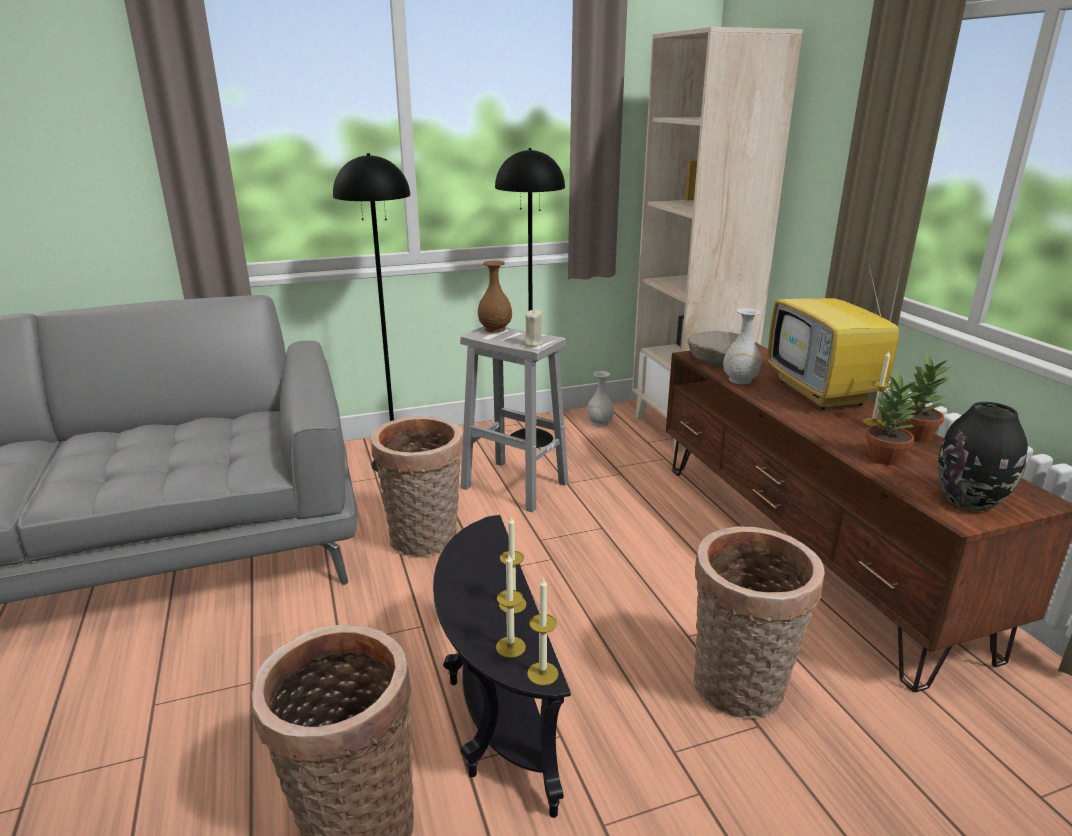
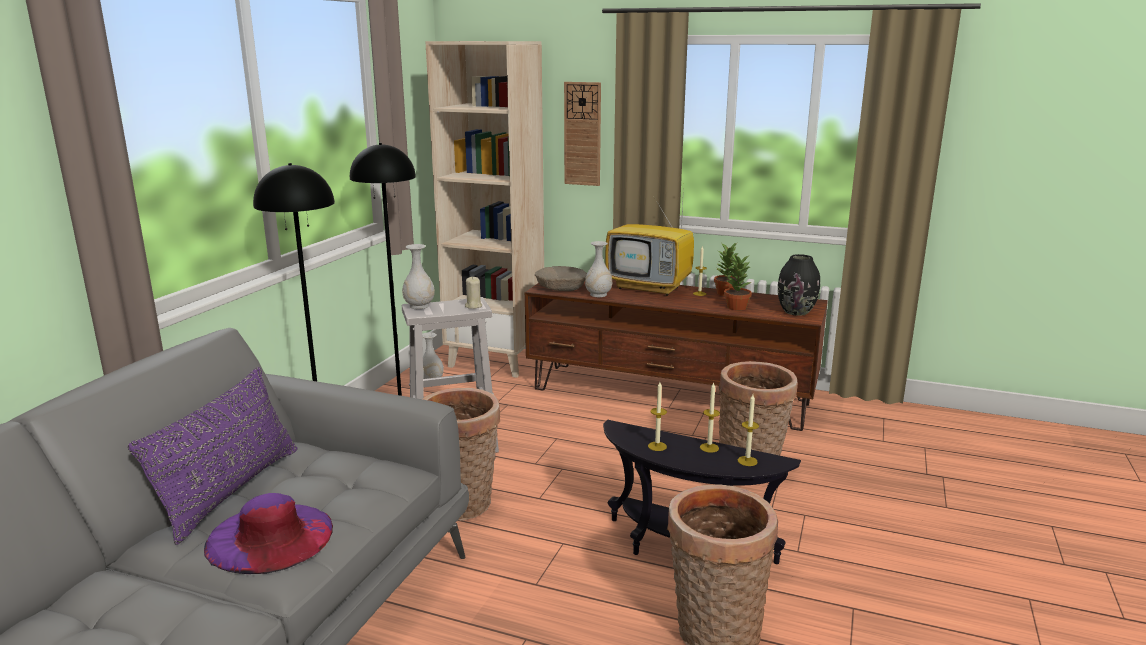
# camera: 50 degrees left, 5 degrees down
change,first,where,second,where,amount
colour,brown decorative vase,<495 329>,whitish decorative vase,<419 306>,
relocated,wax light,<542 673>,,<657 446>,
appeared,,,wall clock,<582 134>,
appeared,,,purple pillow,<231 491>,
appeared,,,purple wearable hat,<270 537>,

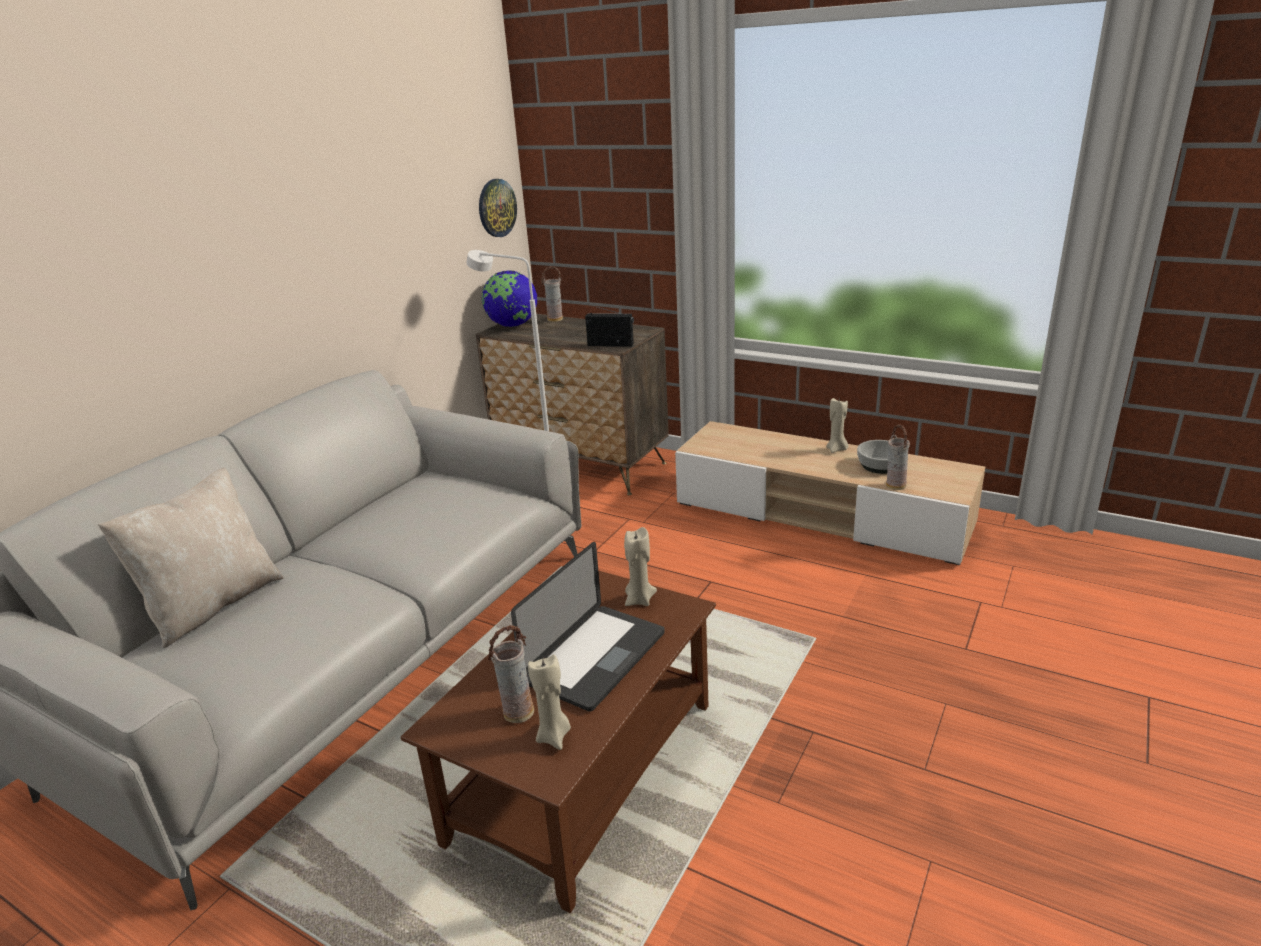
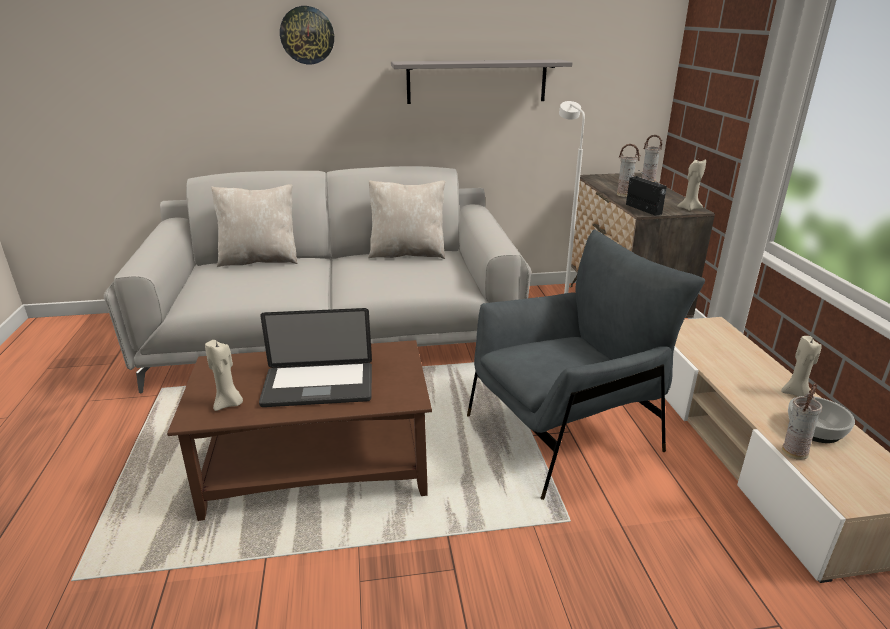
# camera: 50 degrees right, 0 degrees up
change,first,where,second,where,amount
relocated,wall clock,<496 208>,,<307 35>,
missing,world globe,<512 325>,,,
relocated,beige wax light,<639 600>,,<689 208>,
relocated,decorative vase,<517 712>,,<624 195>,
appeared,,,grey bracket shelf,<477 81>,
appeared,,,beige pillow,<407 253>,
appeared,,,grey easy chair,<564 432>,

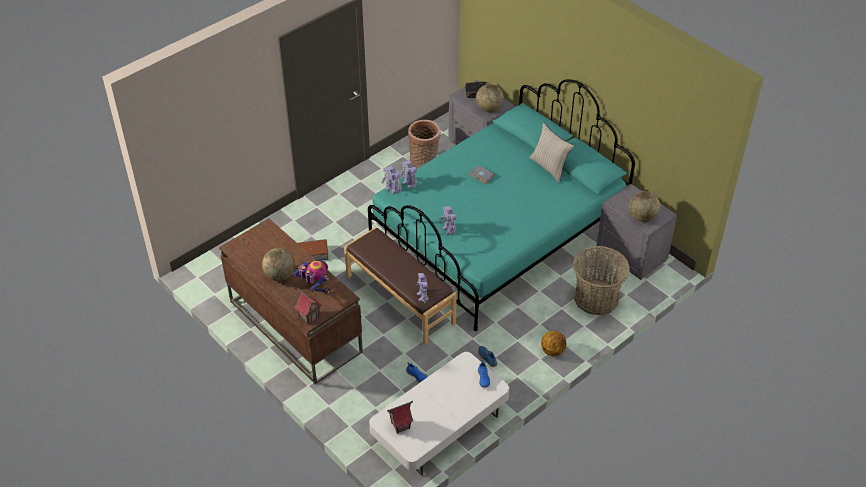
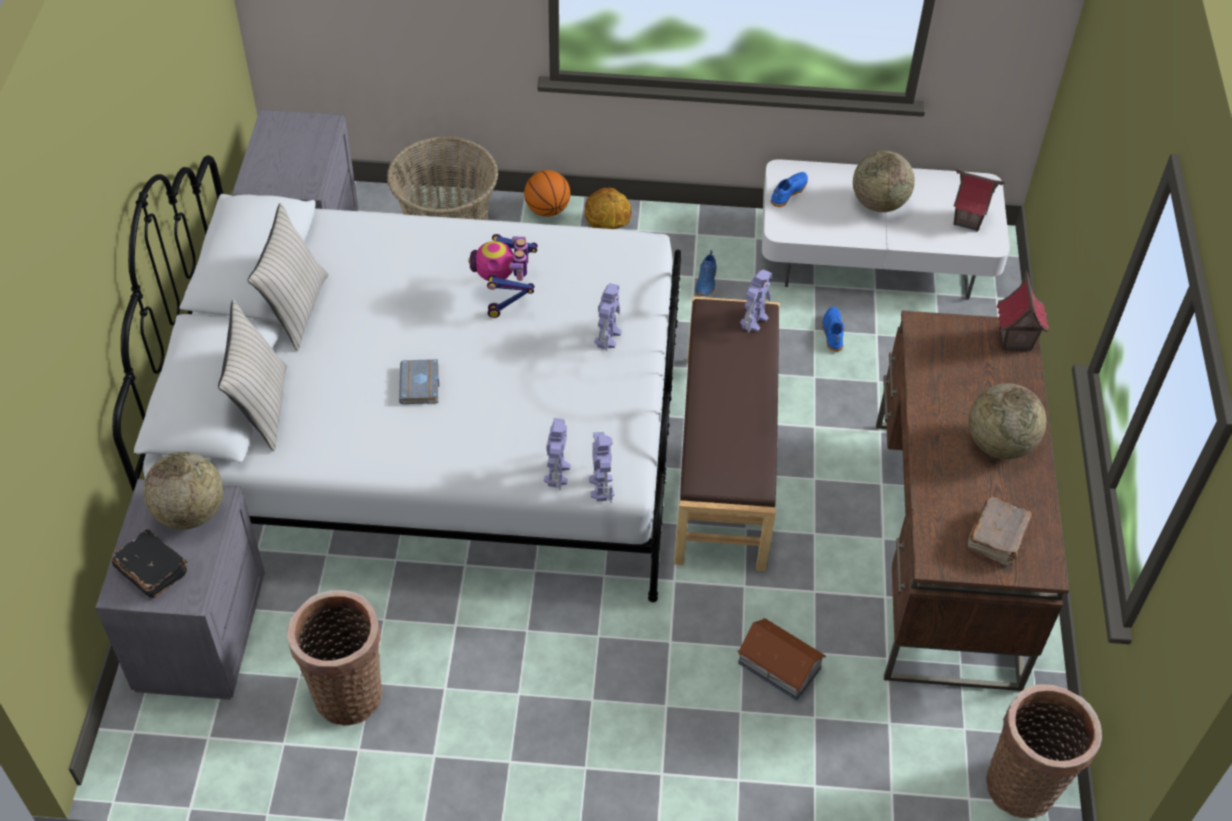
# camera: 135 degrees left, 5 degrees up
change,first,where,second,where,amount
colour,blue-green bedroom bed,<498 235>,whitish bedroom bed,<434 437>,
relocated,world globe,<642 217>,,<879 203>,
relocated,robot figure,<314 287>,,<505 294>,
appeared,,,basketball,<547 210>,
appeared,,,beige pillow,<261 408>,
appeared,,,brown volume,<998 537>,
appeared,,,storage basket,<1025 783>,

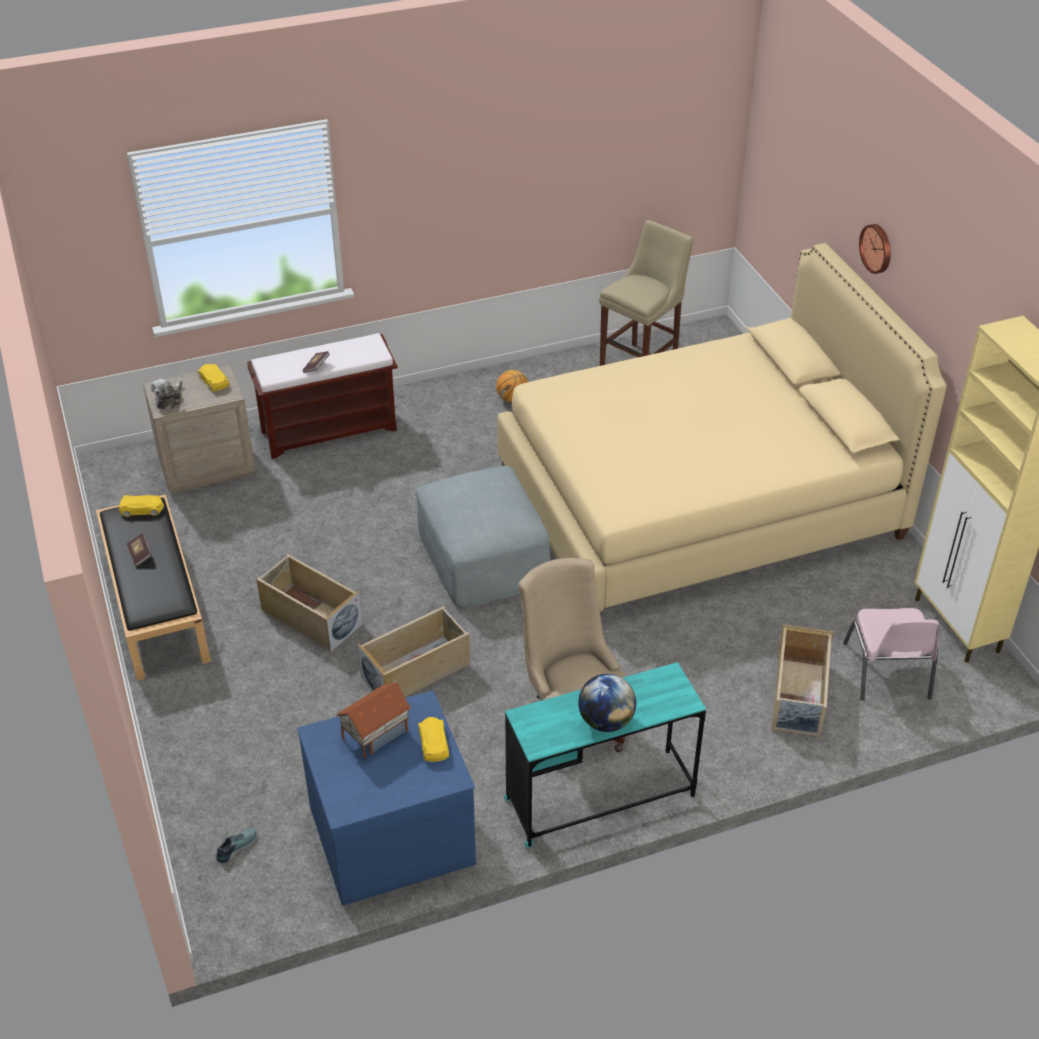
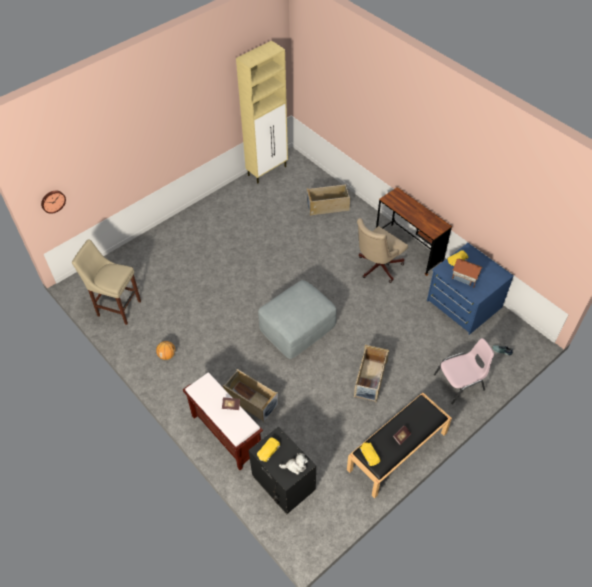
# camera: 110 degrees left, 10 degrees up
change,first,where,second,where,amount
relocated,wall clock,<877 248>,,<52 201>,
missing,beige bedroom bed,<698 502>,,,
colour,beige bedside table,<207 466>,blackish bedside table,<282 484>,
relocated,beige storage box,<416 670>,,<250 400>,
relocated,pink-coloured plain chair,<887 672>,,<460 382>,
colour,blue-green desk table,<600 798>,brown desk table,<408 249>,
missing,world globe,<606 721>,,,

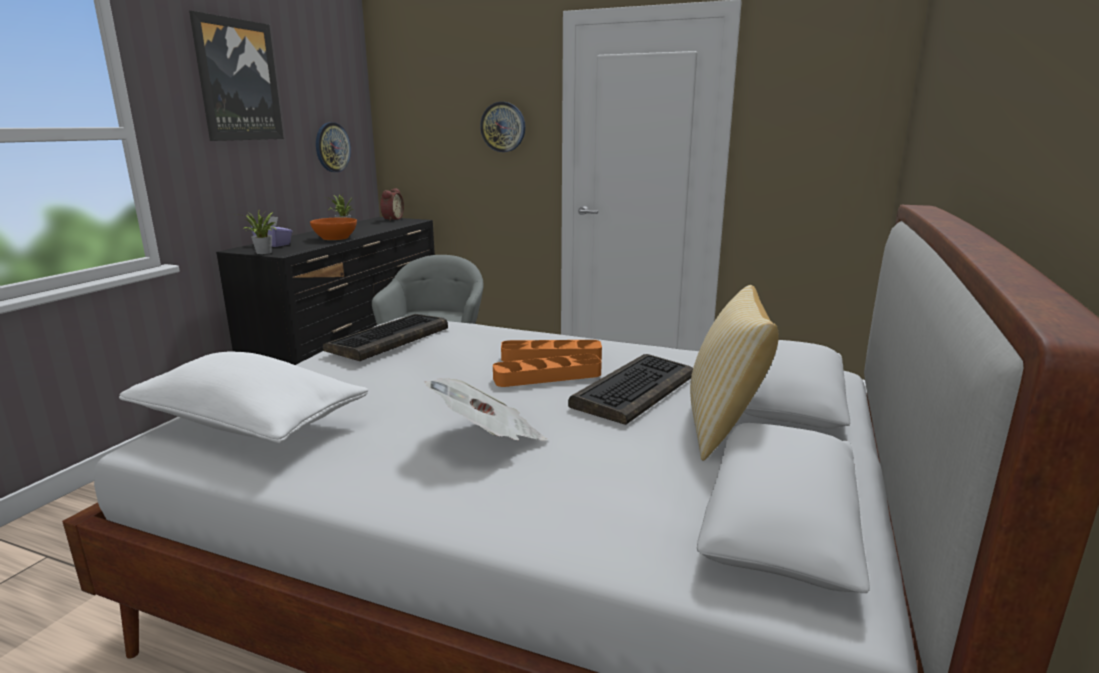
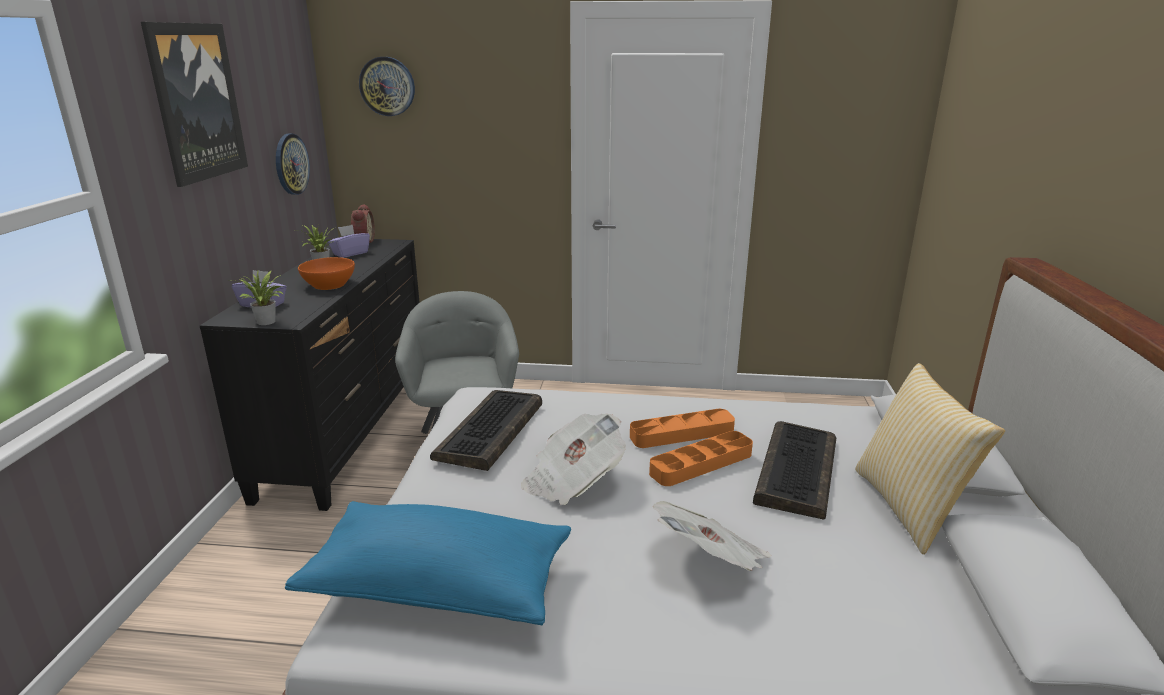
# camera: 15 degrees left, 5 degrees up
change,first,where,second,where,amount
relocated,wall clock,<503 127>,,<387 86>,
colour,whitish pillow,<249 423>,blue pillow,<439 586>,
appeared,,,purple box of tissues,<350 253>,
appeared,,,daily paper,<572 481>,

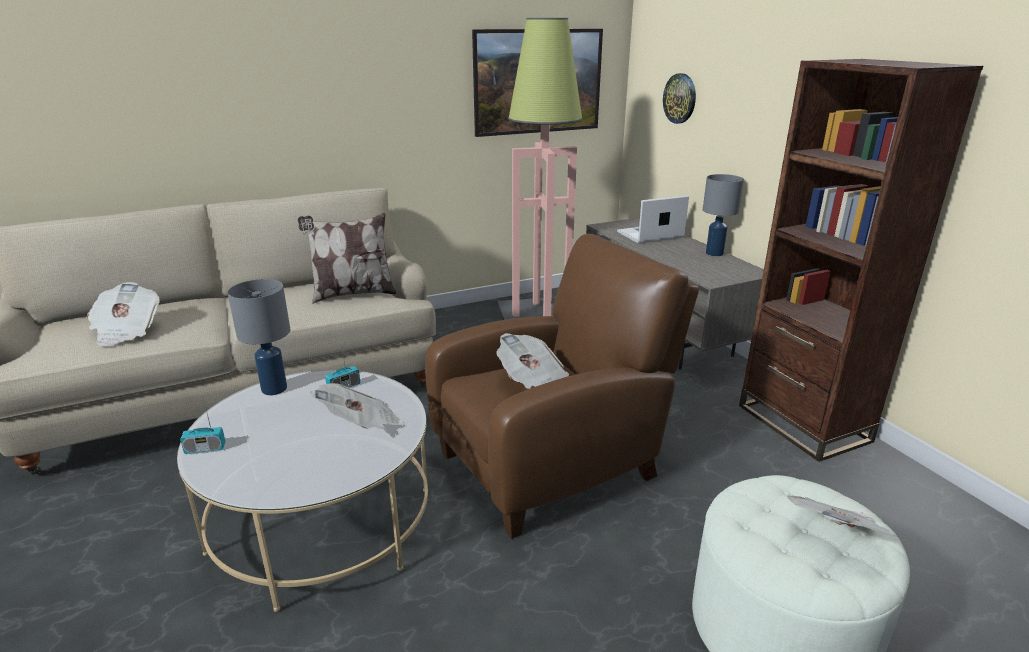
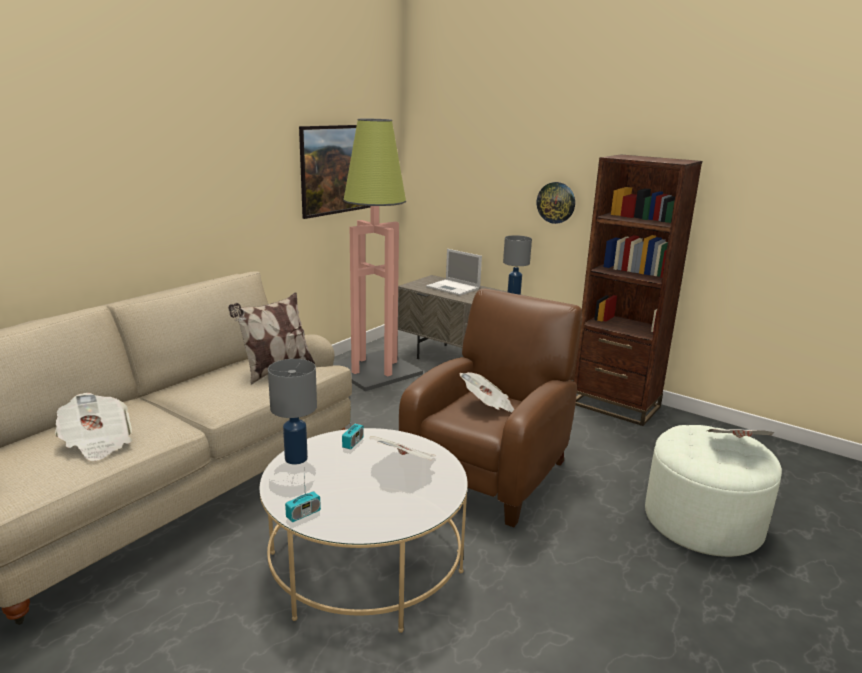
# camera: 30 degrees left, 5 degrees down
change,first,where,second,where,amount
relocated,wall clock,<680 98>,,<556 202>,
spun,notebook computer,<649 235>,,<454 288>,90 degrees counterclockwise

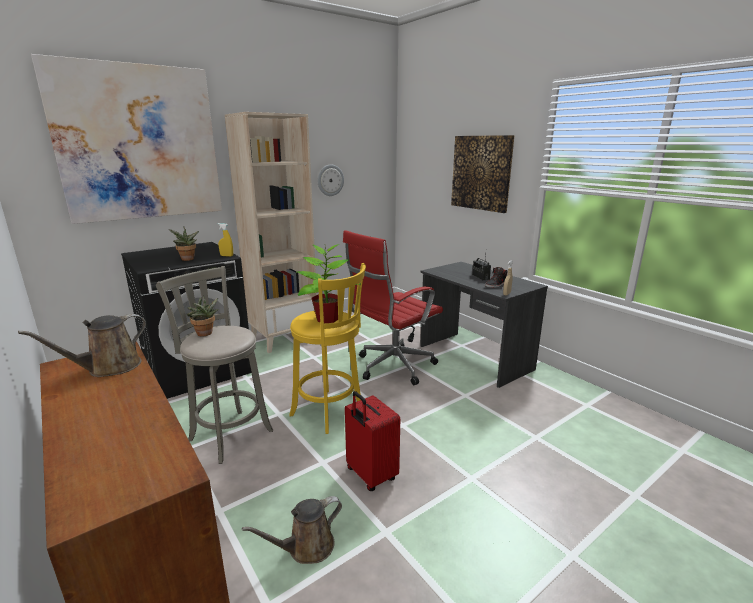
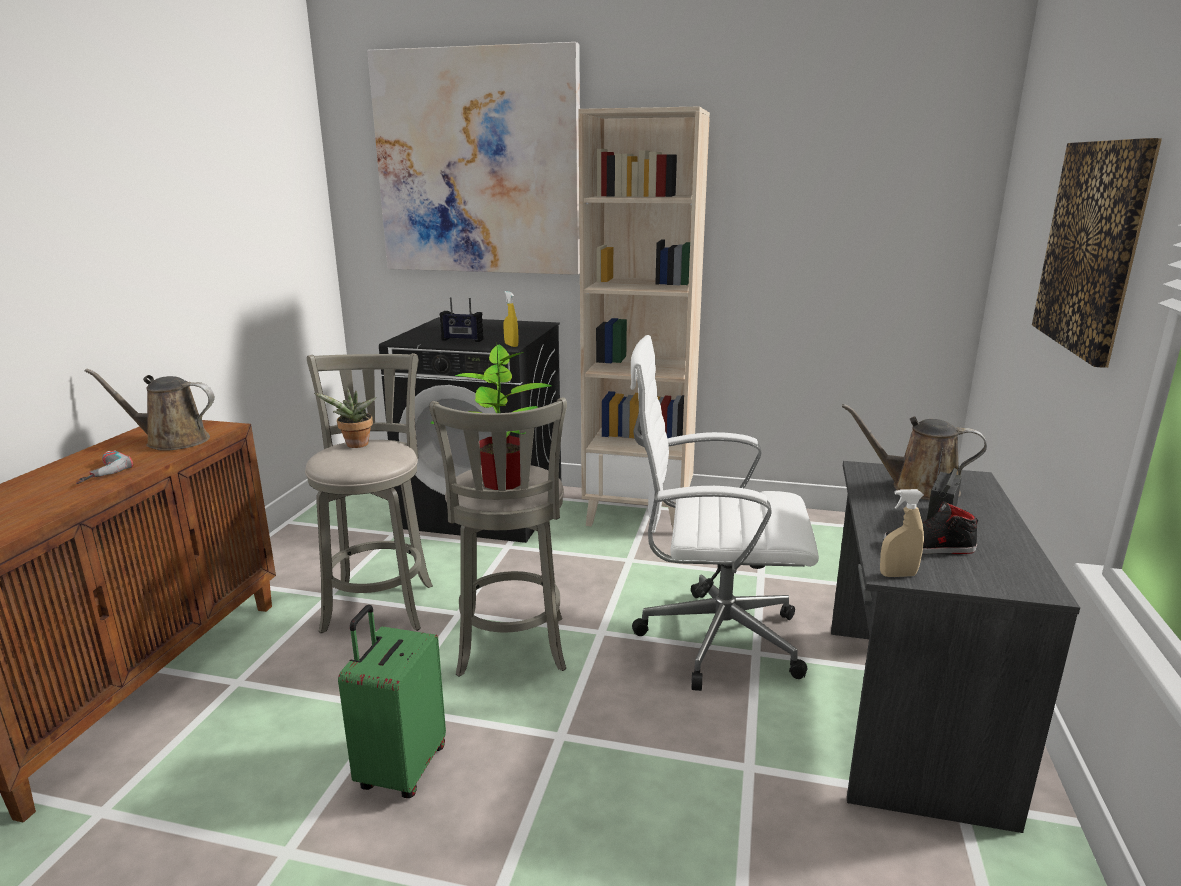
# camera: 50 degrees right, 0 degrees up
change,first,where,second,where,amount
missing,wall clock,<330 180>,,,
exchanged,plant in a pot,<187 259>,radio receiver,<462 340>,
colour,red desk chair,<392 367>,whitish desk chair,<712 639>,
colour,yellow stool,<330 412>,grey stool,<511 650>,
colour,red travel case,<370 475>,green-coloured travel case,<400 768>,
relocated,brown watering can,<306 547>,,<917 488>,
appeared,,,electric drill,<96 472>,

